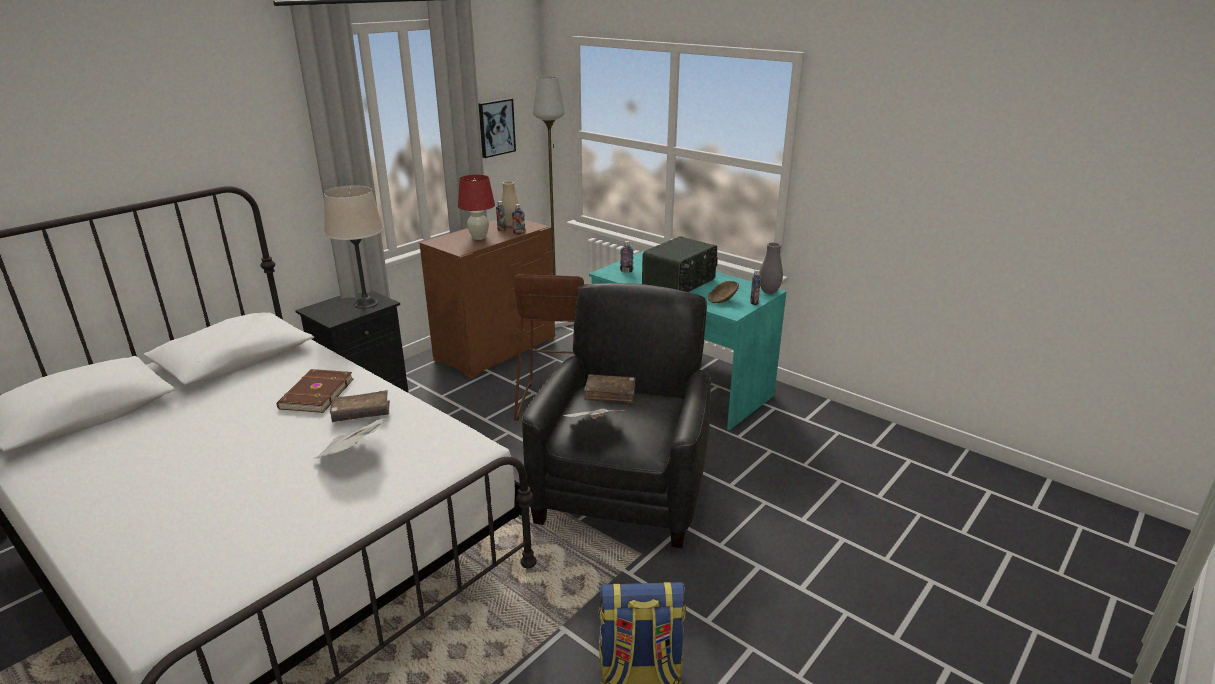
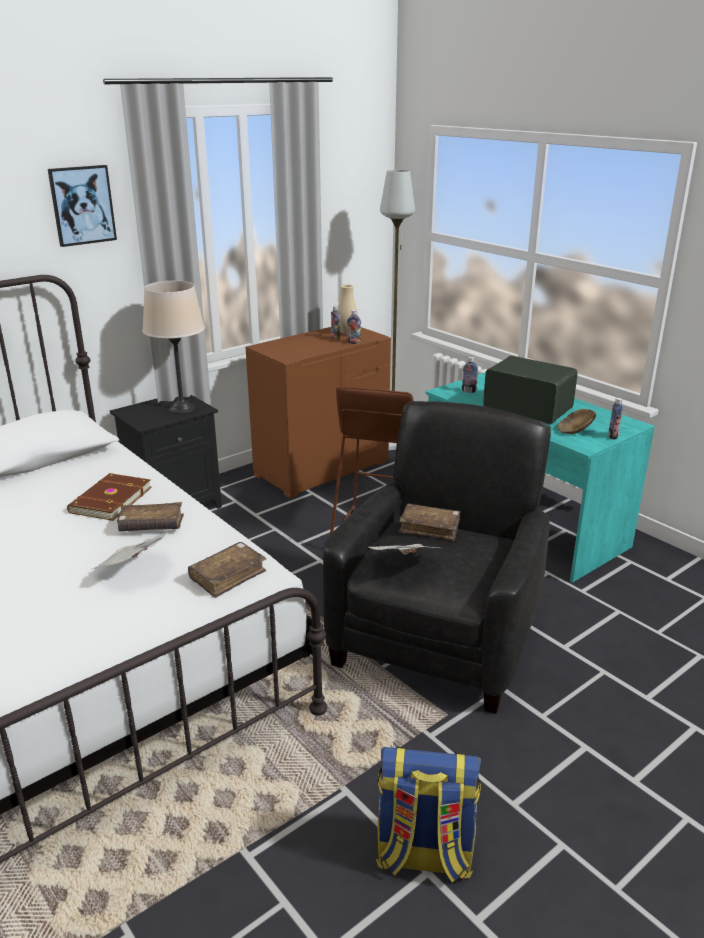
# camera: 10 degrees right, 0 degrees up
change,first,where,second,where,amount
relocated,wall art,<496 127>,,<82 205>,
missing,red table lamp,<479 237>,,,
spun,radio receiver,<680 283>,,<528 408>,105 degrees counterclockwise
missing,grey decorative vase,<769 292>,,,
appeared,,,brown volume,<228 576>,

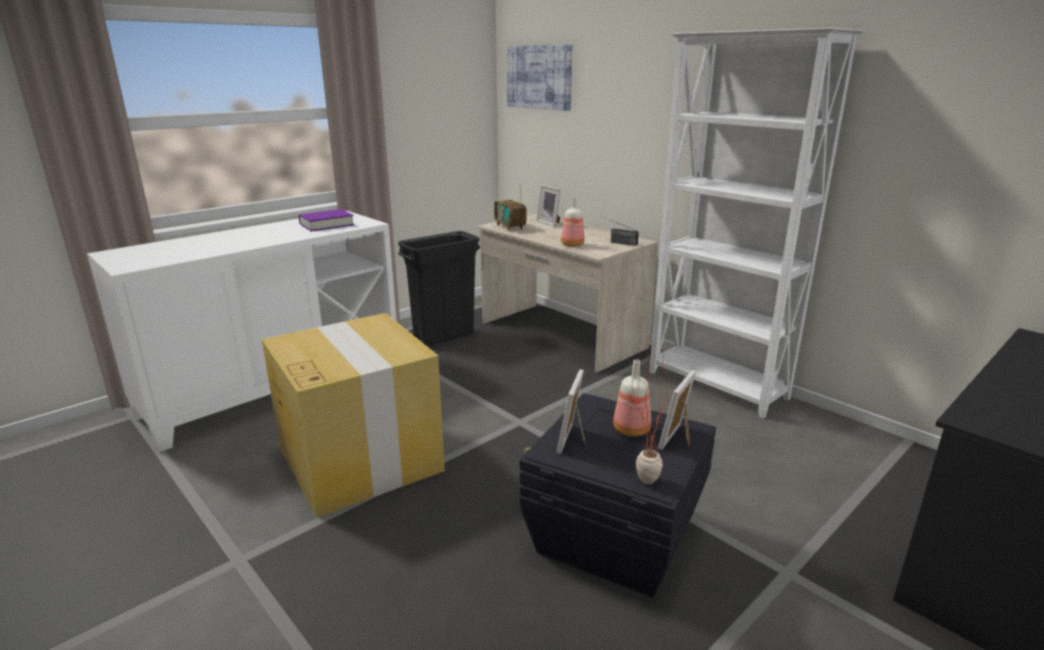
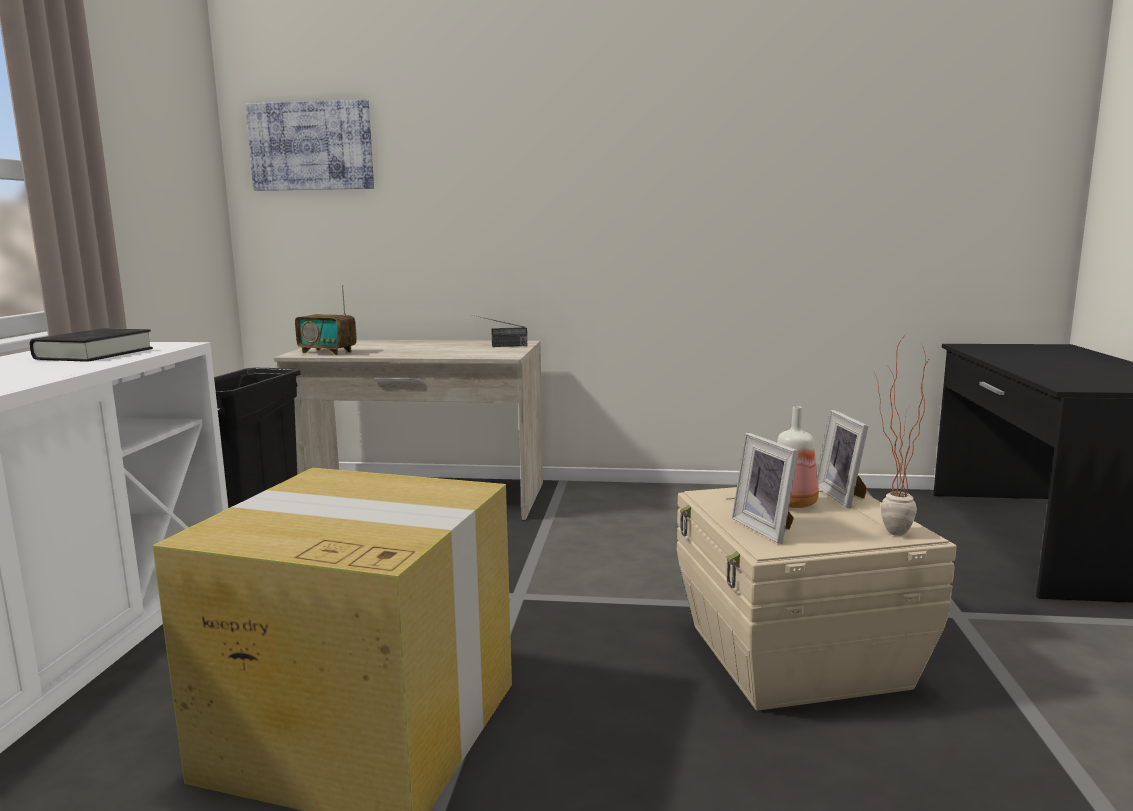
# camera: 40 degrees left, 10 degrees down
change,first,where,second,where,amount
missing,whitish shelving unit,<717 386>,,,
missing,picture frame,<550 223>,,,
missing,bottle,<572 245>,,,
colour,purple volume,<327 224>,blackish volume,<94 354>,
colour,blackish storage box,<613 536>,beige storage box,<795 656>,

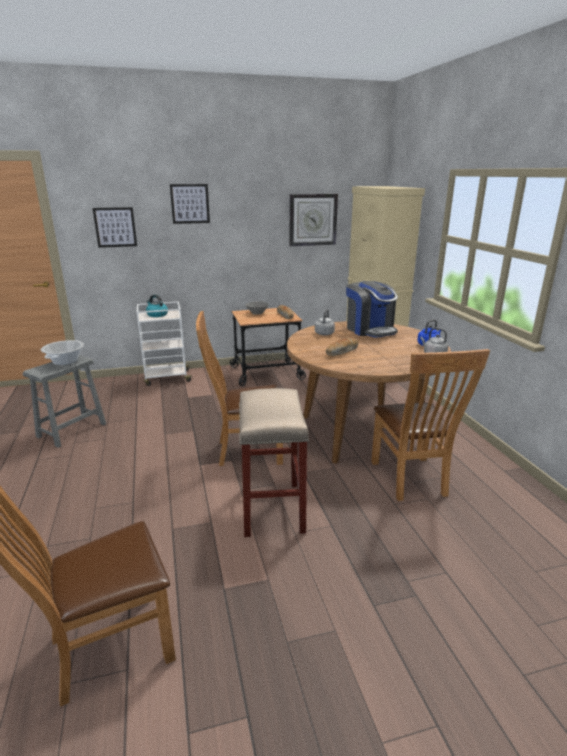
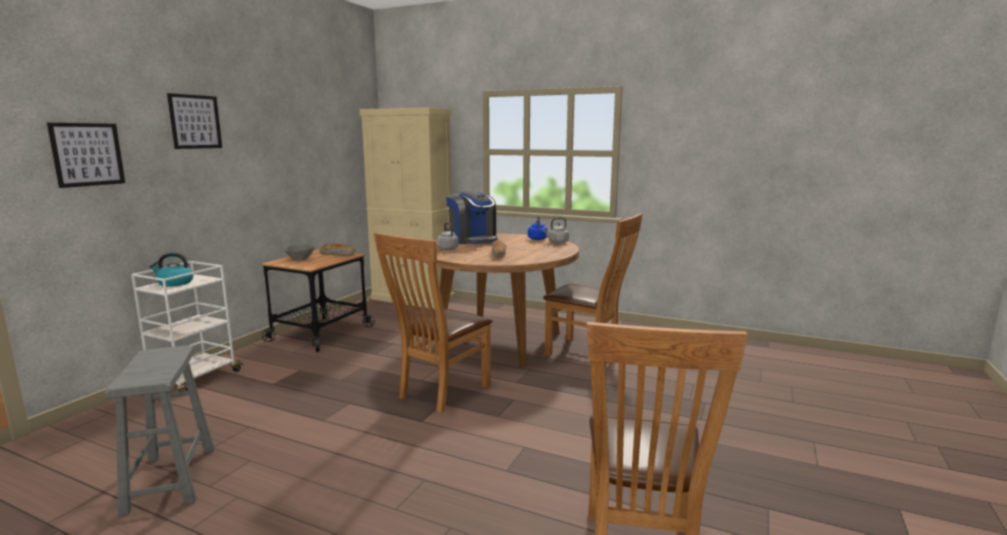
# camera: 50 degrees left, 10 degrees down
change,first,where,second,where,amount
missing,wall clock,<313 220>,,,
spun,coffee machine,<370 330>,,<473 240>,45 degrees clockwise
missing,cooking pot,<65 361>,,,
missing,beige stool,<273 509>,,,

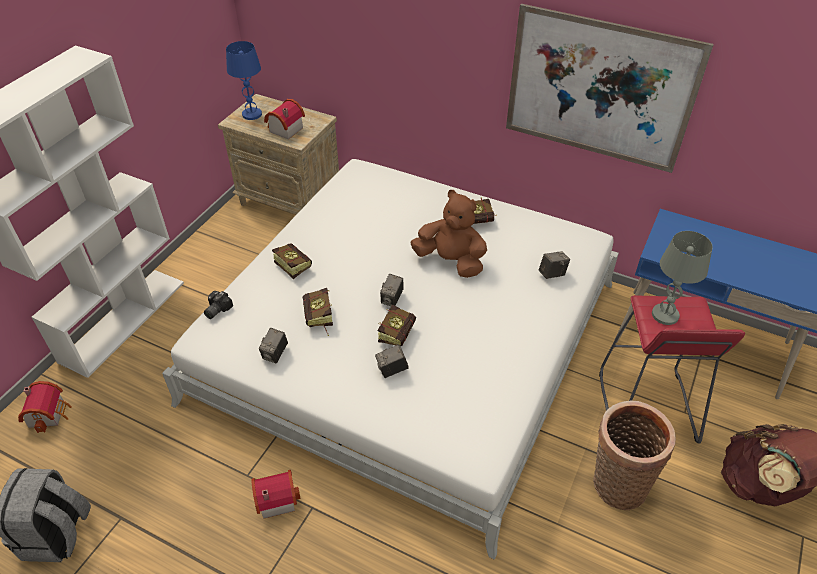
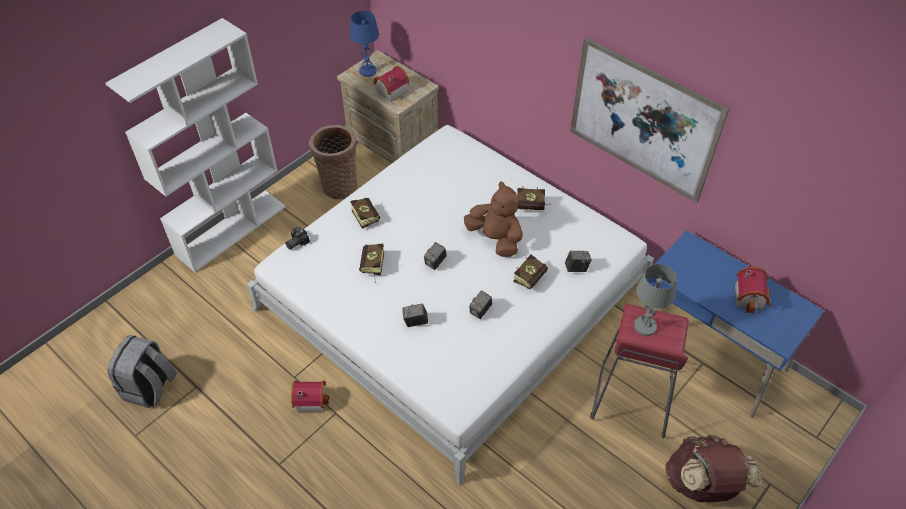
# camera: 15 degrees right, 5 degrees up
change,first,where,second,where,amount
relocated,volume,<398 332>,,<531 276>,
relocated,still camera,<275 354>,,<480 311>,
relocated,toy house,<49 413>,,<751 297>,
relocated,storage basket,<616 483>,,<339 185>,

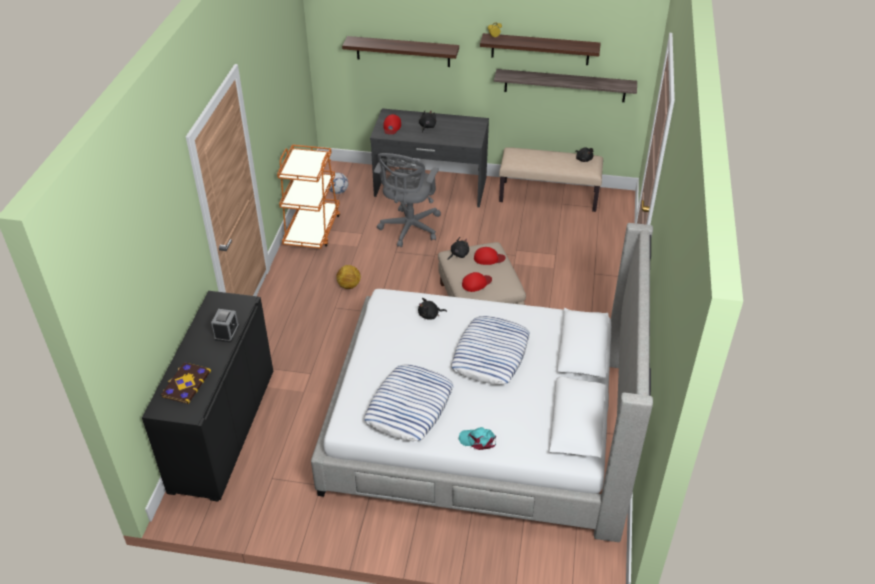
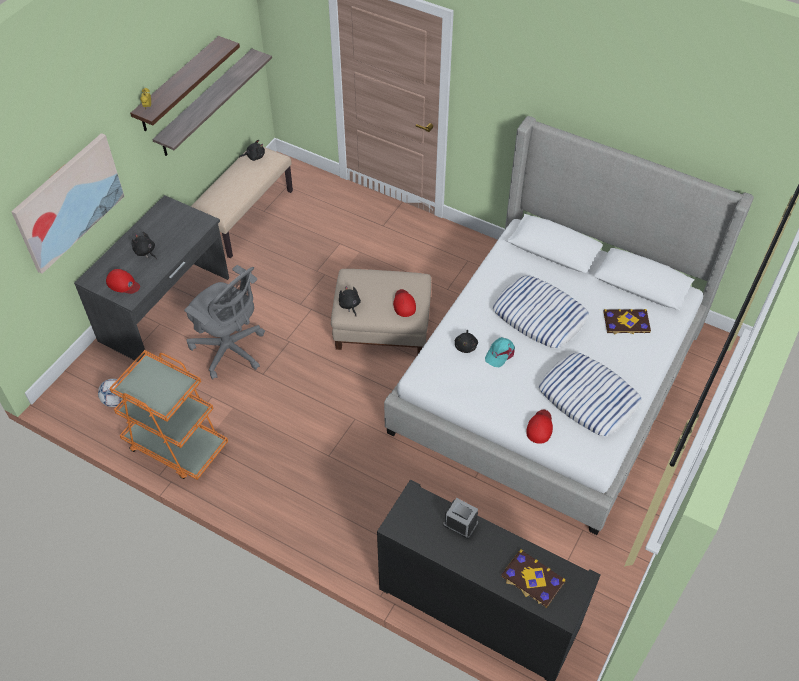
# camera: 70 degrees left, 10 degrees up
change,first,where,second,where,amount
exchanged,bracket shelf,<403 51>,wall art,<68 202>,
relocated,red peaked cap,<488 258>,,<540 427>,
missing,football ball,<349 285>,,,
relocated,blue-green peaked cap,<478 440>,,<500 353>,
appeared,,,volume,<626 322>,

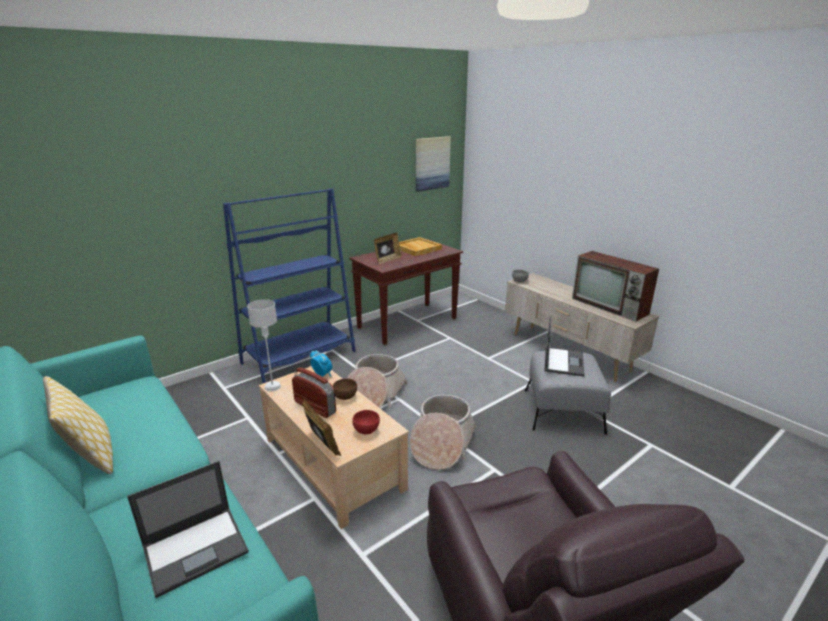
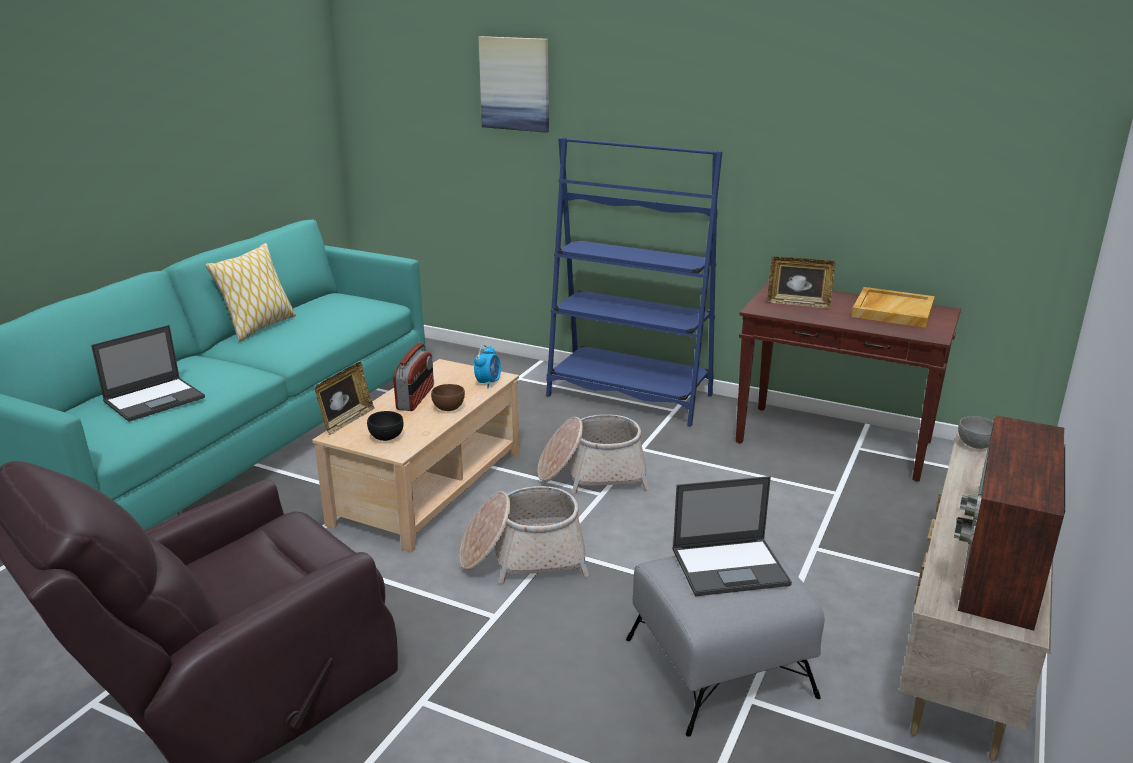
# camera: 65 degrees right, 0 degrees up
change,first,where,second,where,amount
relocated,wall art,<432 163>,,<515 84>,
missing,grey table lamp,<272 386>,,,
colour,red serving bowl,<366 431>,blackish serving bowl,<386 438>,
spun,notebook computer,<197 548>,,<155 399>,75 degrees counterclockwise

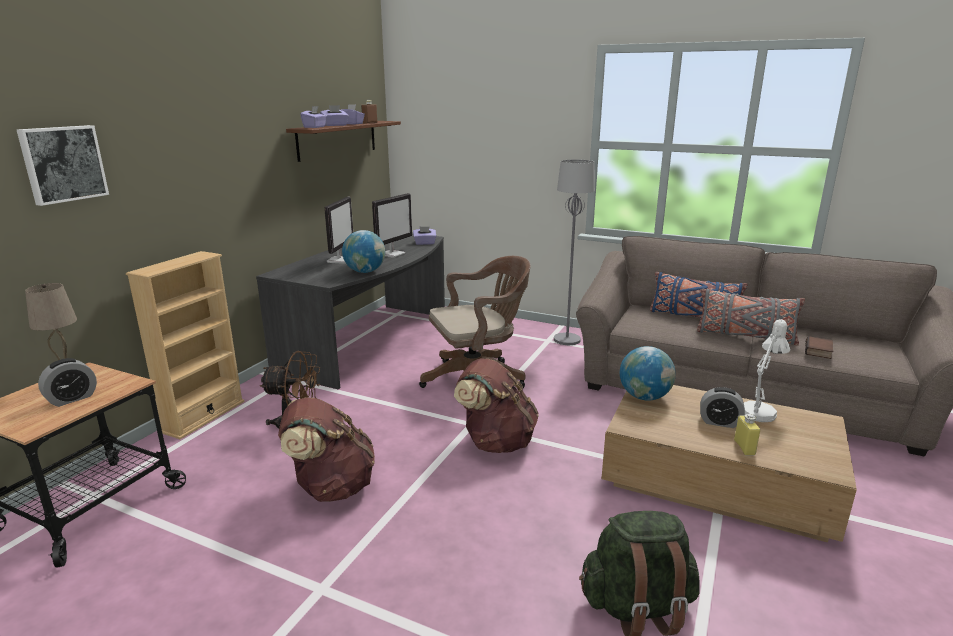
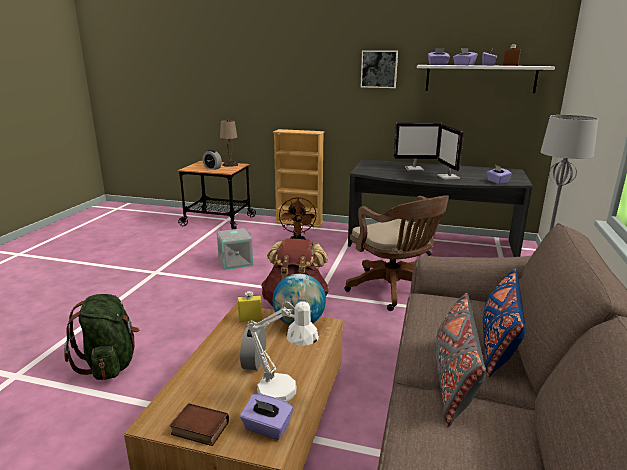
# camera: 80 degrees right, 0 degrees up
change,first,where,second,where,amount
colour,brown bracket shelf,<337 139>,whitish bracket shelf,<480 78>,
relocated,wall art,<63 164>,,<379 69>,
spun,computer screen,<392 254>,,<448 177>,60 degrees clockwise
missing,world globe,<365 272>,,,
relocated,volume,<819 351>,,<198 429>,
exchanged,brown rucksack,<331 487>,grey storage box,<235 261>,
relocated,yellow bottle,<744 447>,,<250 319>,
appeared,,,purple box of tissues,<267 428>,

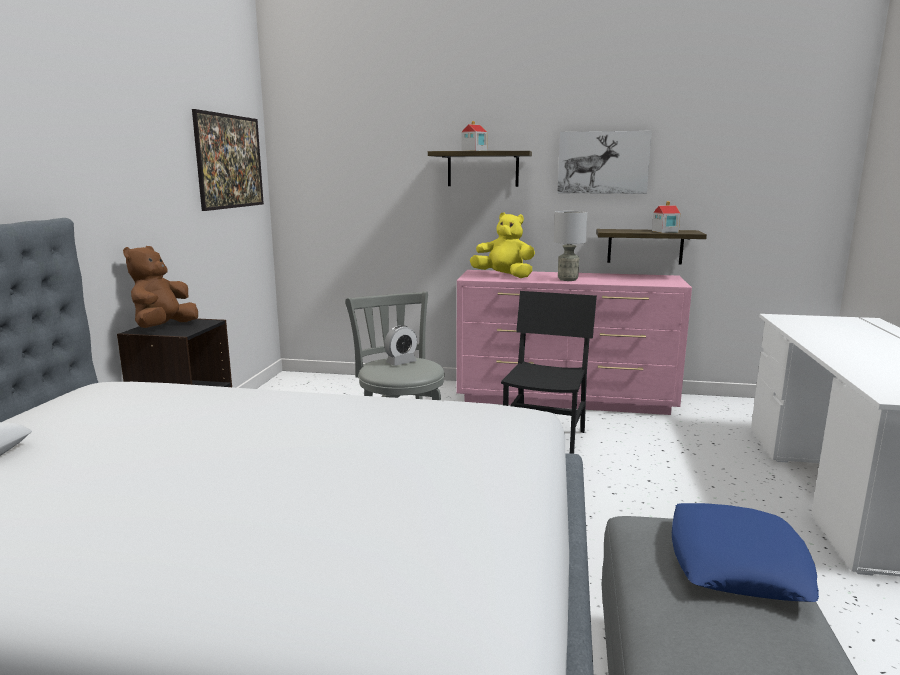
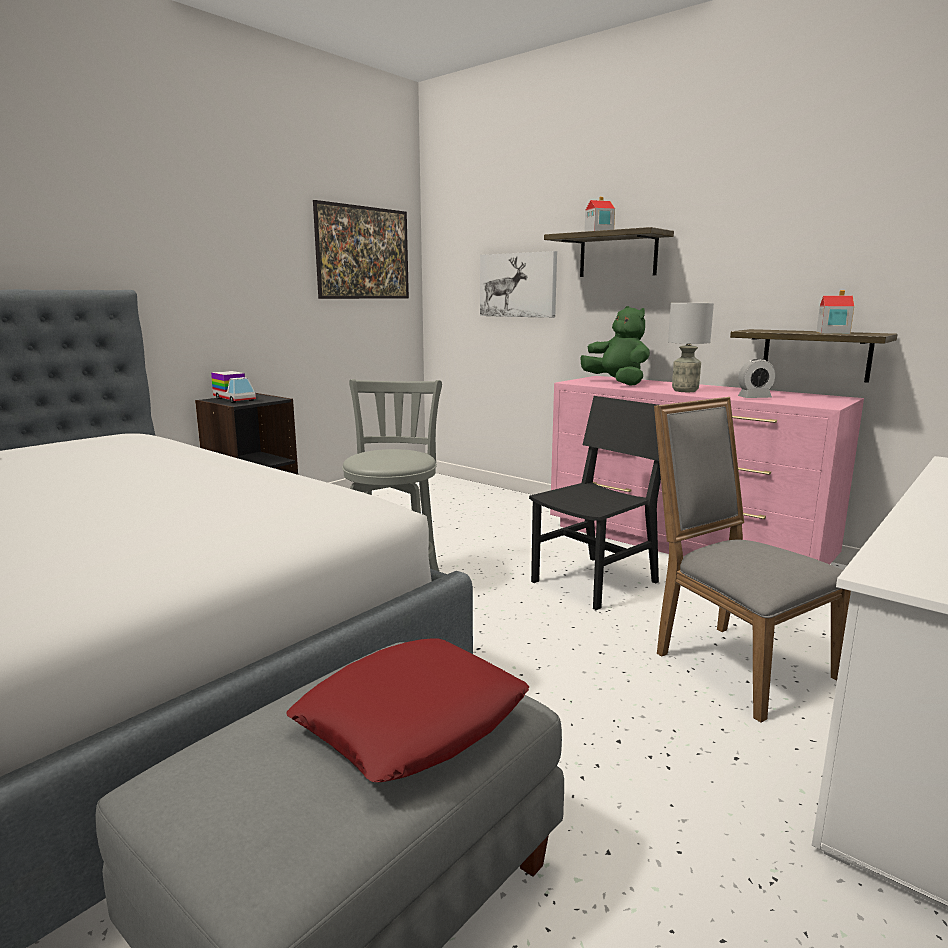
# camera: 30 degrees right, 0 degrees up
change,first,where,second,where,amount
relocated,wall art,<603 162>,,<518 285>,
colour,yellow cuddly toy,<504 276>,green-coloured cuddly toy,<617 383>,
exchanged,brown cuddly toy,<163 328>,toy lorry,<234 399>,
relocated,bedside clock,<401 362>,,<754 398>,
colour,blue pillow,<736 562>,red pillow,<413 720>,
appeared,,,grey plain chair,<734 663>,

